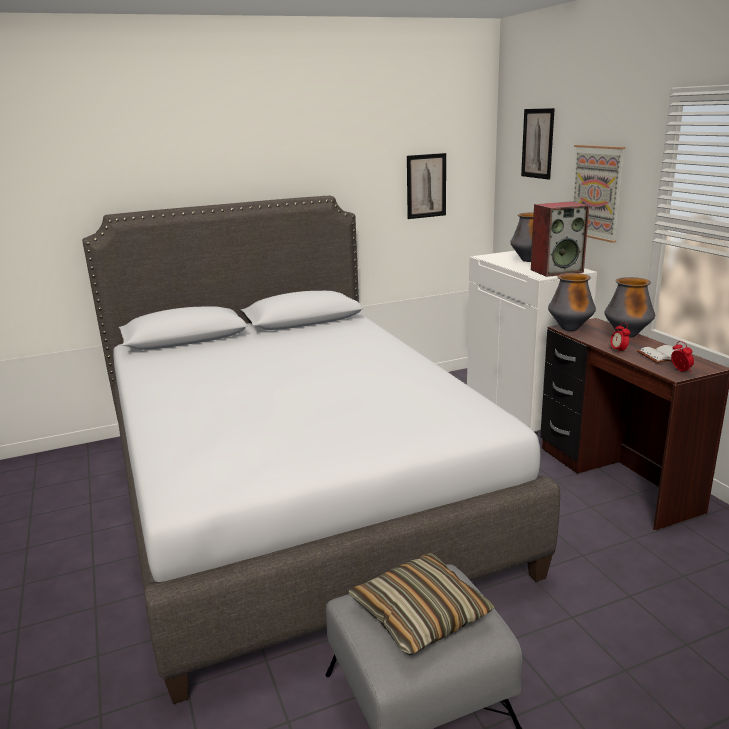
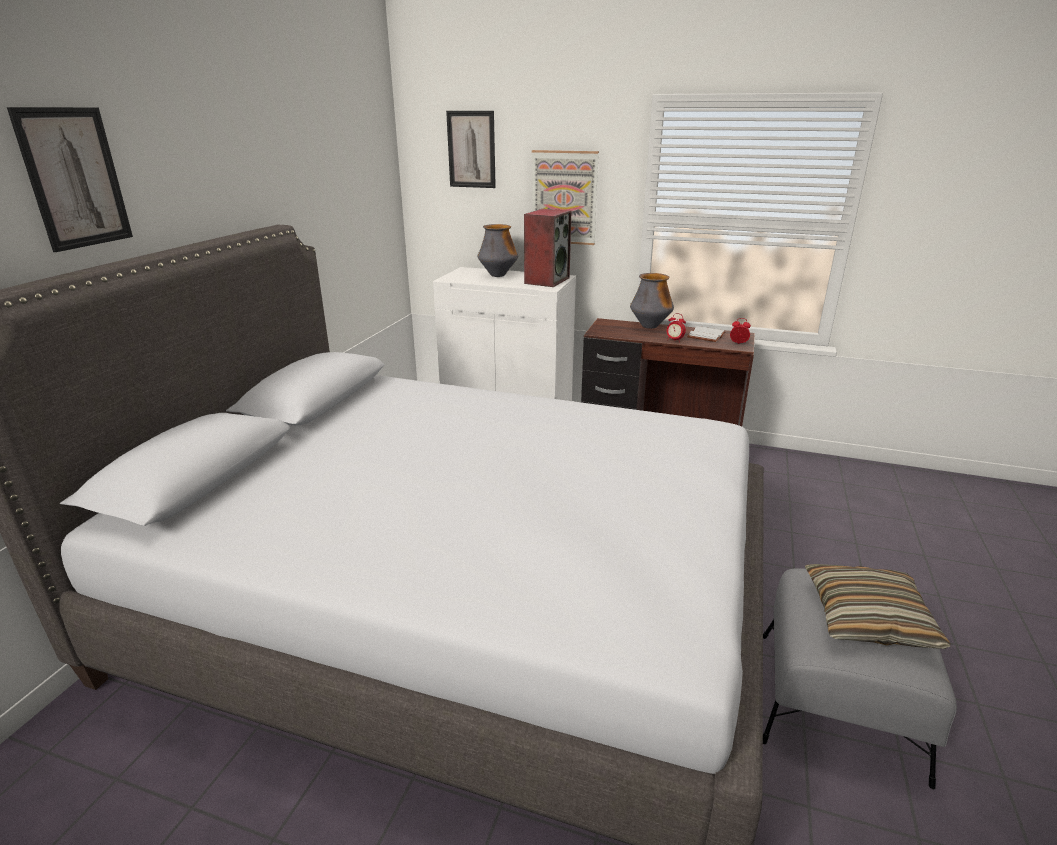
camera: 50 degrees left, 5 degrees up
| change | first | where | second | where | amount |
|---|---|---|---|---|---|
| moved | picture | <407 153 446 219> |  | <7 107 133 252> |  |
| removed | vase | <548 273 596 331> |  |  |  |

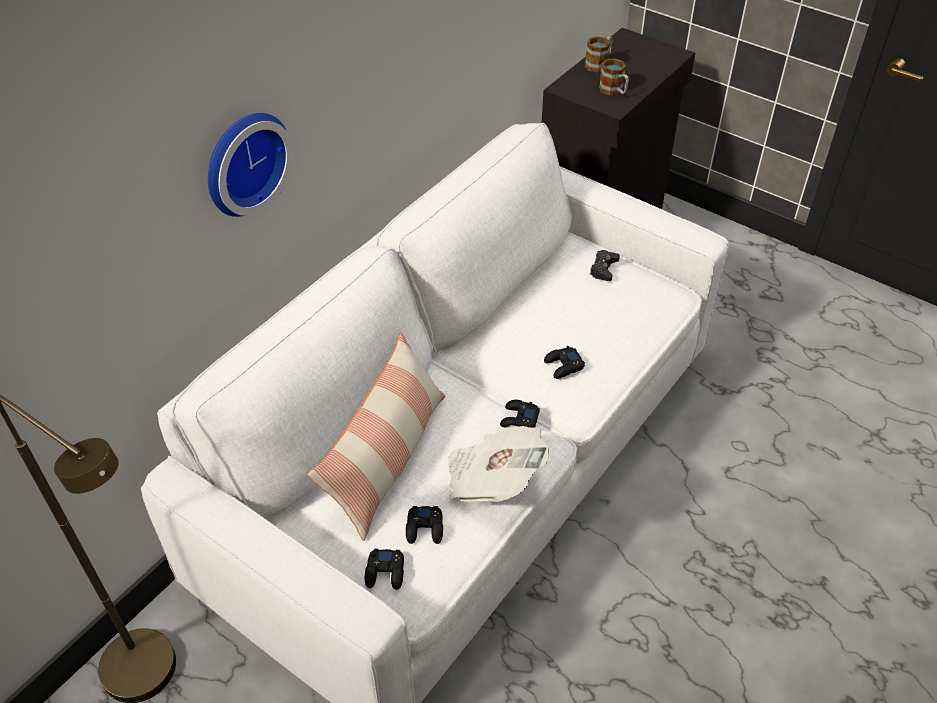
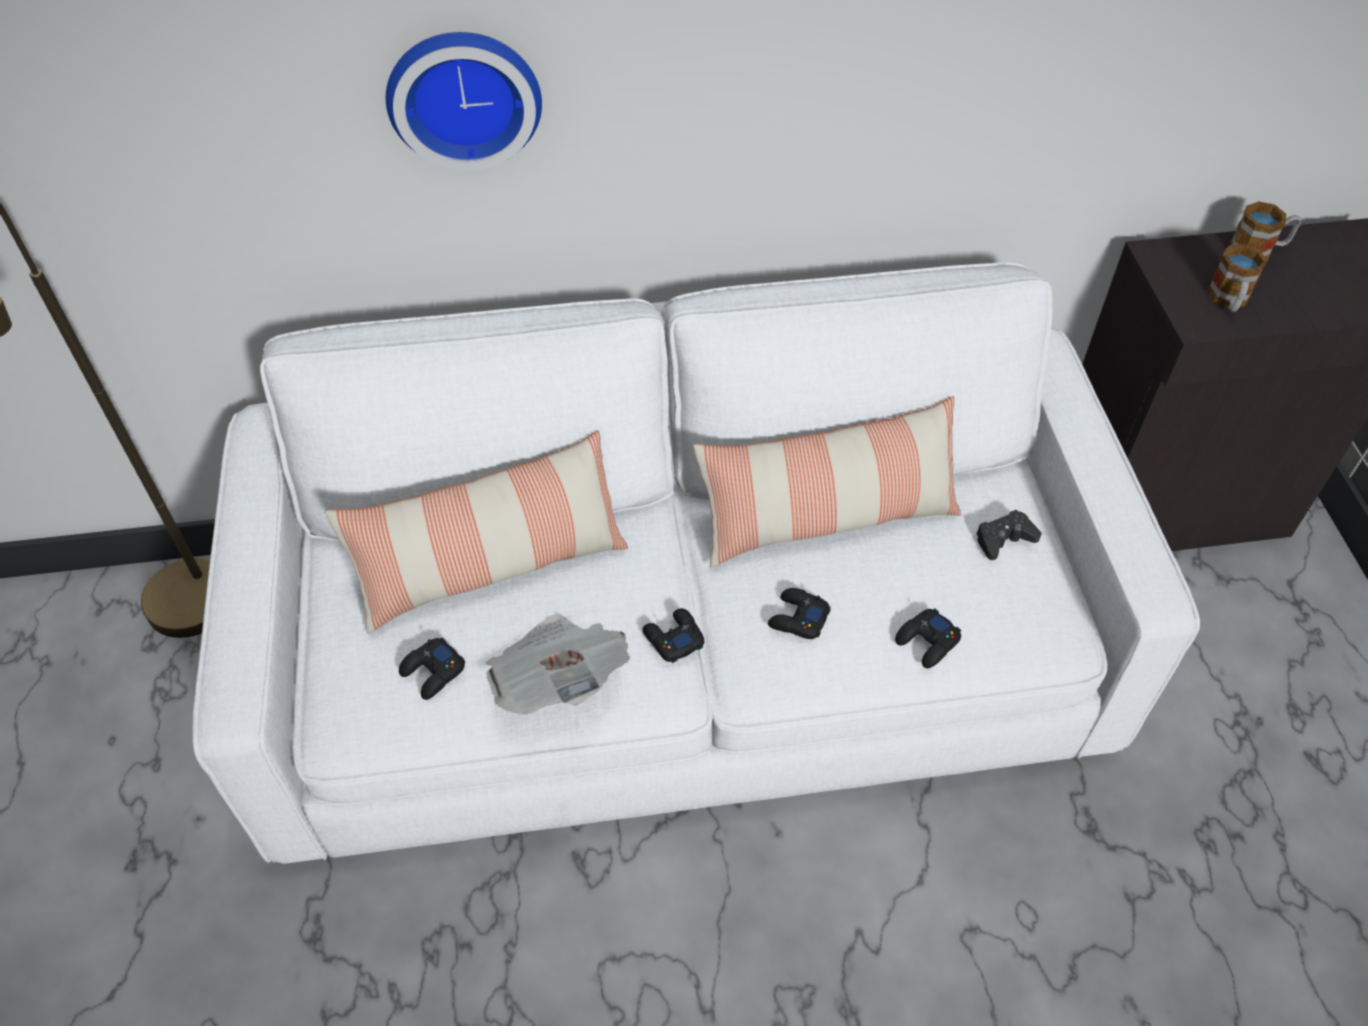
camera: 45 degrees right, 5 degrees up
| change | first | where | second | where | amount |
|---|---|---|---|---|---|
| moved | black game controller | <365 549 404 590> |  | <895 608 961 668> |  |
| added |  |  | pillow | <693 396 961 568> |  |

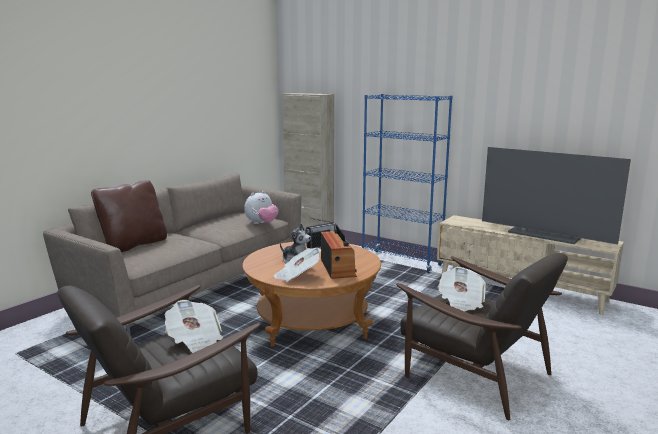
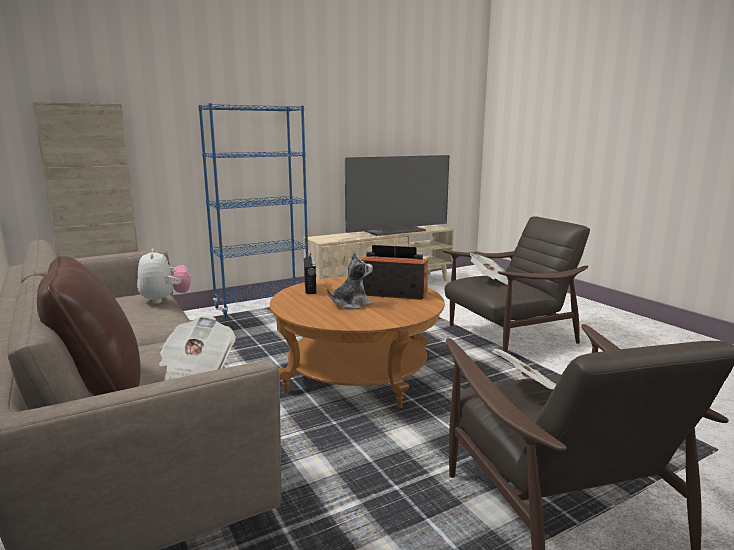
camera: 65 degrees left, 0 degrees up
| change | first | where | second | where | amount |
|---|---|---|---|---|---|
| moved | newspaper | <274 248 321 282> |  | <159 316 235 381> |  |

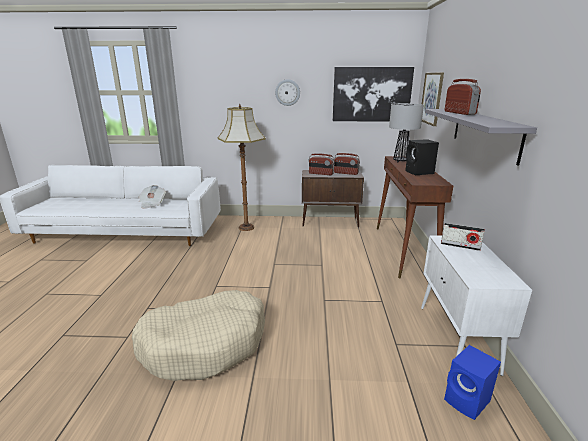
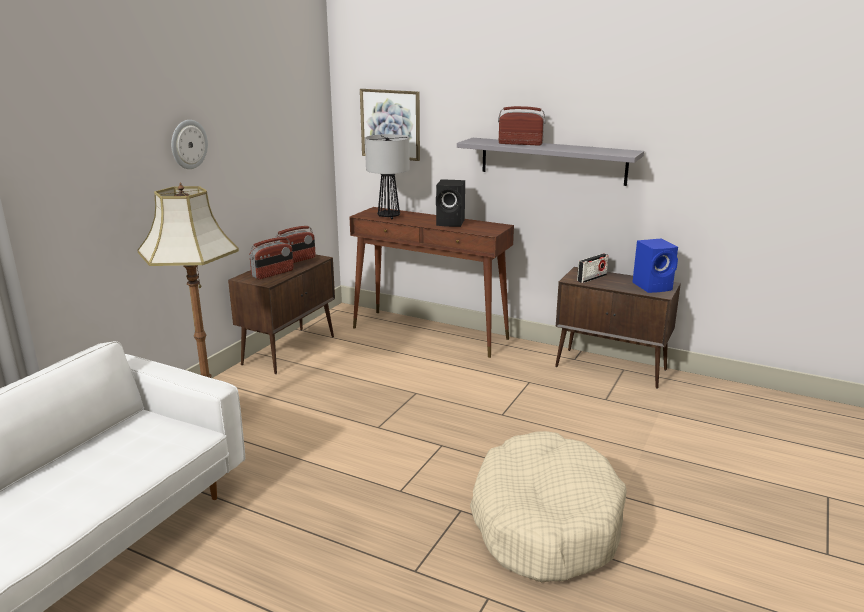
camera: 65 degrees left, 0 degrees up
| change | first | where | second | where | amount |
|---|---|---|---|---|---|
| removed | picture | <333 67 414 122> |  |  |  |
| removed | newspaper | <138 185 166 209> |  |  |  |
| recoloured | white cabinet | <421 235 532 376> | brown cabinet | <555 267 681 389> |  |
| moved | blue speaker | <444 345 501 420> |  | <632 238 678 293> |  |

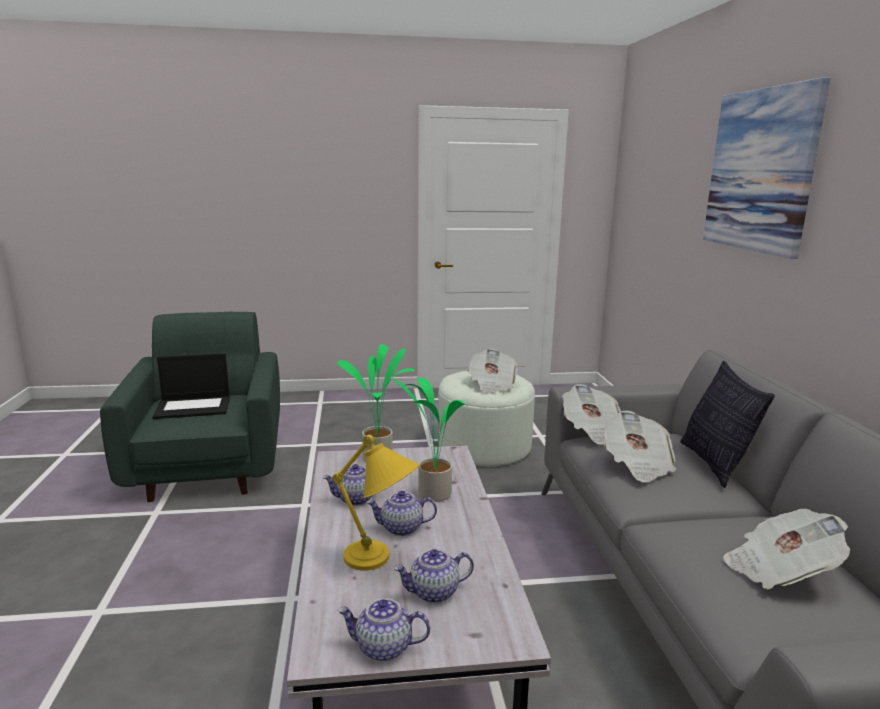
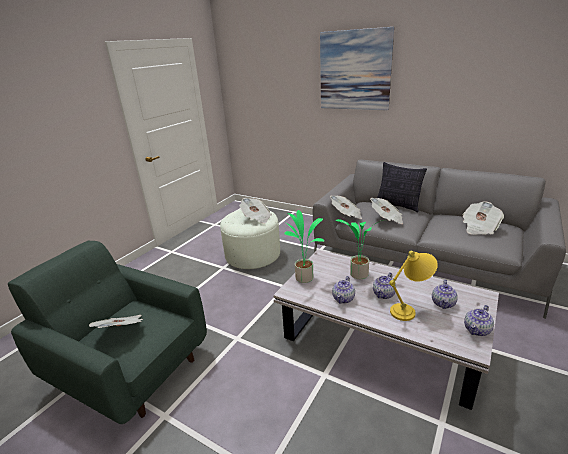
camera: 50 degrees left, 10 degrees up
| change | first | where | second | where | amount |
|---|---|---|---|---|---|
| replaced | laptop | <153 353 230 419> | newspaper | <89 315 143 328> |  |

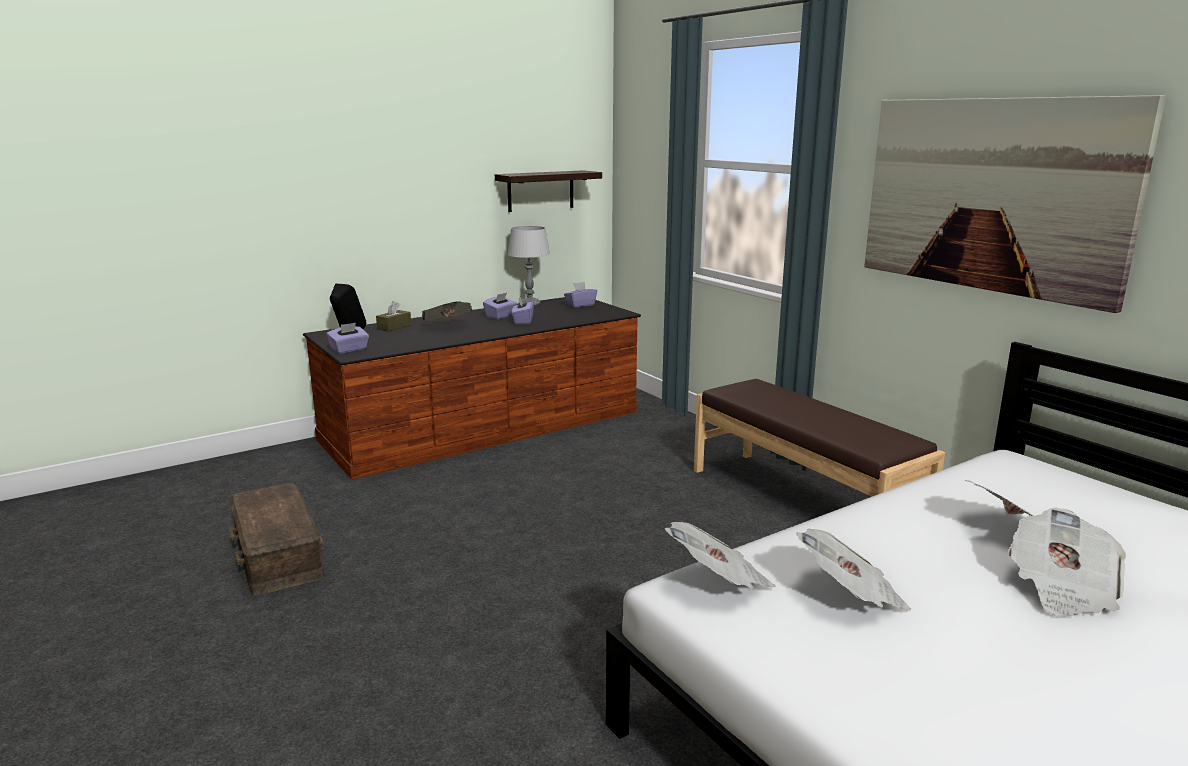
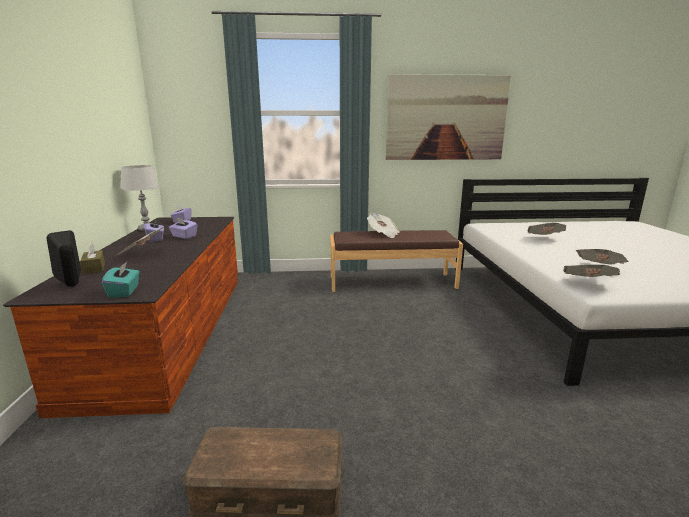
camera: 60 degrees left, 0 degrees up
| change | first | where | second | where | amount |
|---|---|---|---|---|---|
| removed | shelf | <495 170 602 212> |  |  |  |
| recoloured | purple tissue box | <326 323 369 354> | turquoise tissue box | <102 262 140 298> |  |
| moved | newspaper | <1008 508 1126 617> |  | <367 213 400 238> |  |

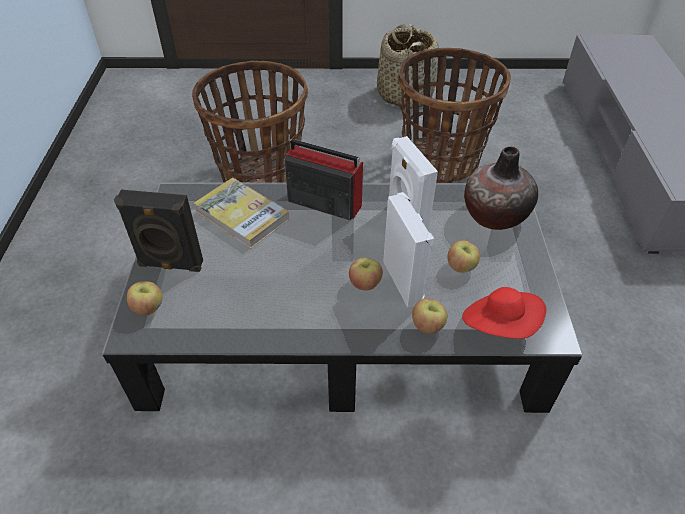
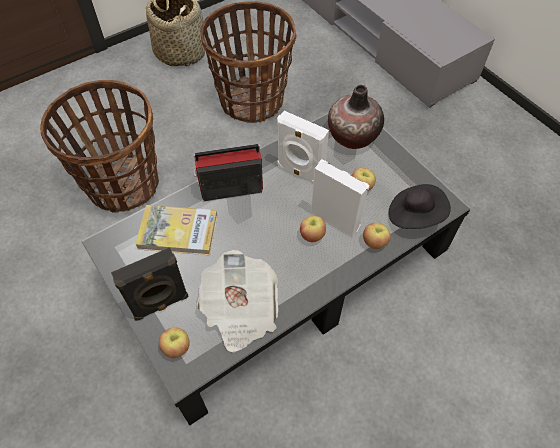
camera: 35 degrees left, 10 degrees up
| change | first | where | second | where | amount |
|---|---|---|---|---|---|
| recoloured | red hat | <462 287 546 339> | black hat | <389 184 451 229> |  |
| added |  |  | newspaper | <197 250 278 353> |  |

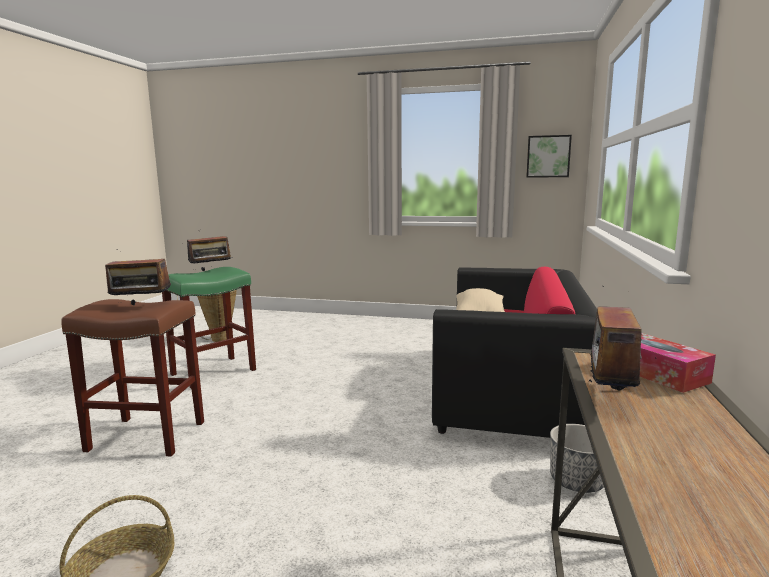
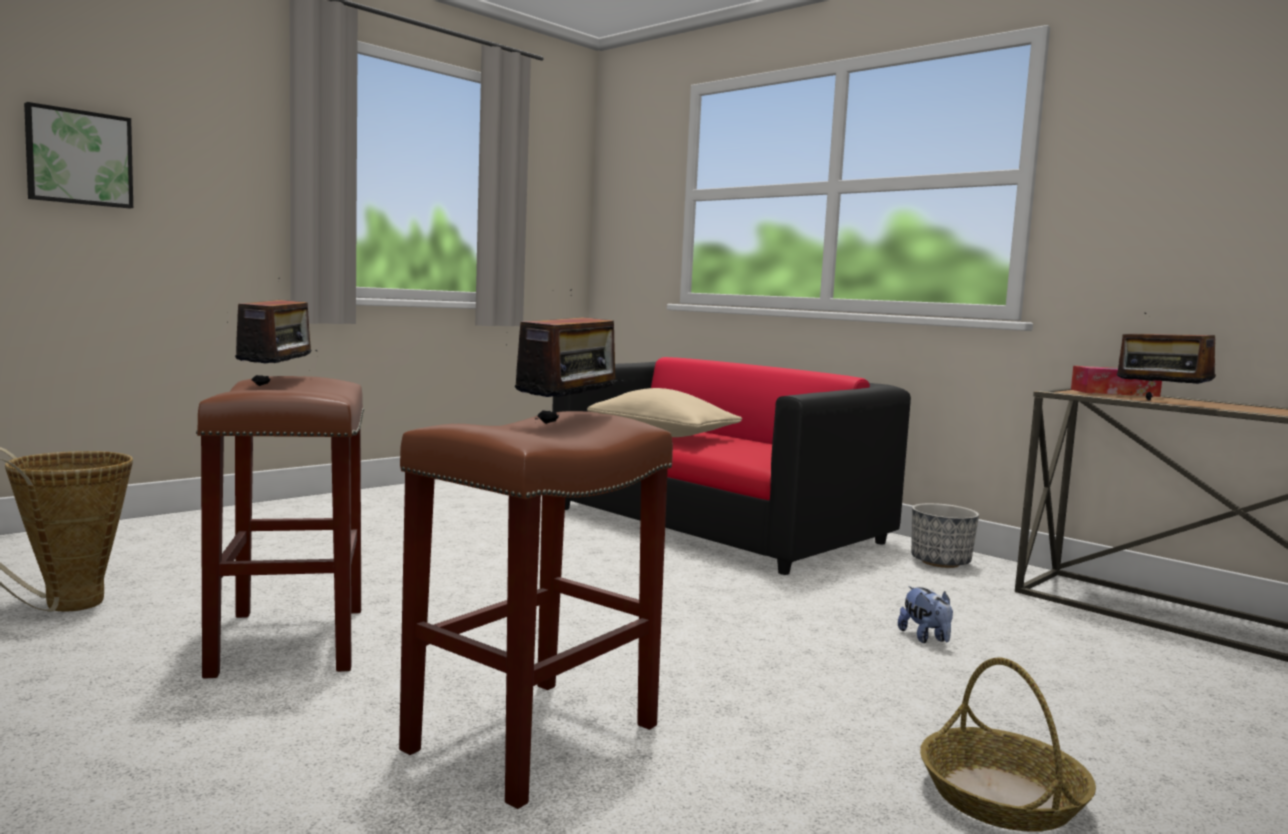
camera: 60 degrees left, 5 degrees down
| change | first | where | second | where | amount |
|---|---|---|---|---|---|
| moved | picture | <526 135 572 178> |  | <24 102 133 208> |  |
| recoloured | green stool | <162 267 256 388> | brown stool | <196 376 364 679> |  |
| added |  |  | plush toy | <898 586 953 643> |  |

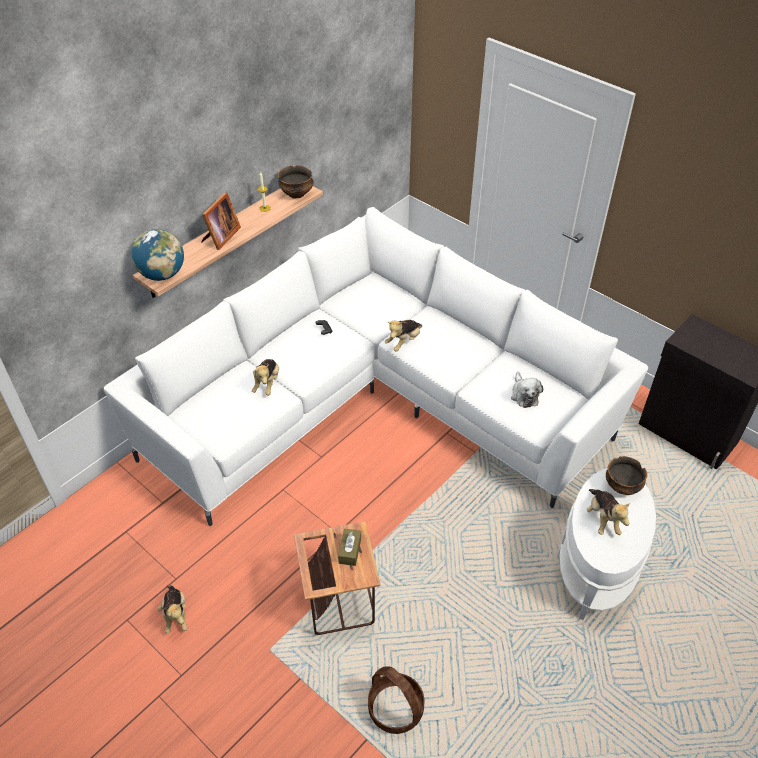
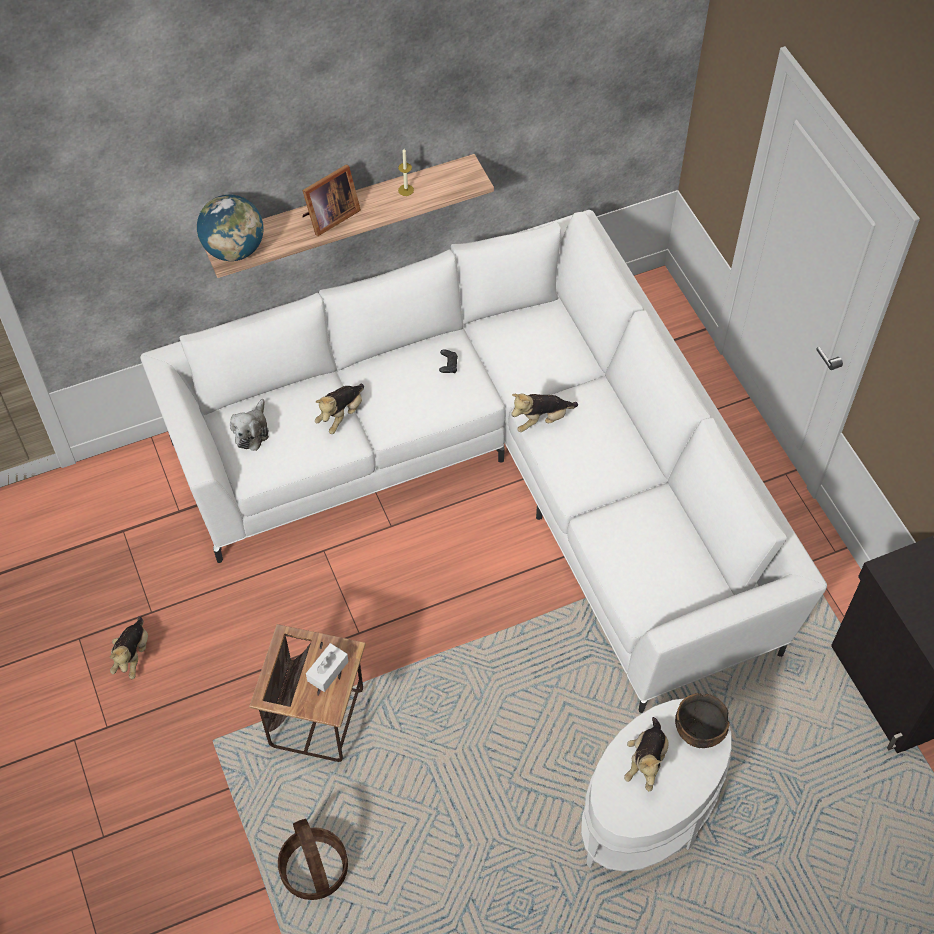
camera: 25 degrees right, 10 degrees up
| change | first | where | second | where | amount |
|---|---|---|---|---|---|
| removed | bowl | <278 165 313 199> |  |  |  |
| moved | plush toy | <511 372 543 408> |  | <230 399 269 451> |  |
| recoloured | brown tissue box | <338 529 361 566> | white tissue box | <306 643 349 692> |  |

